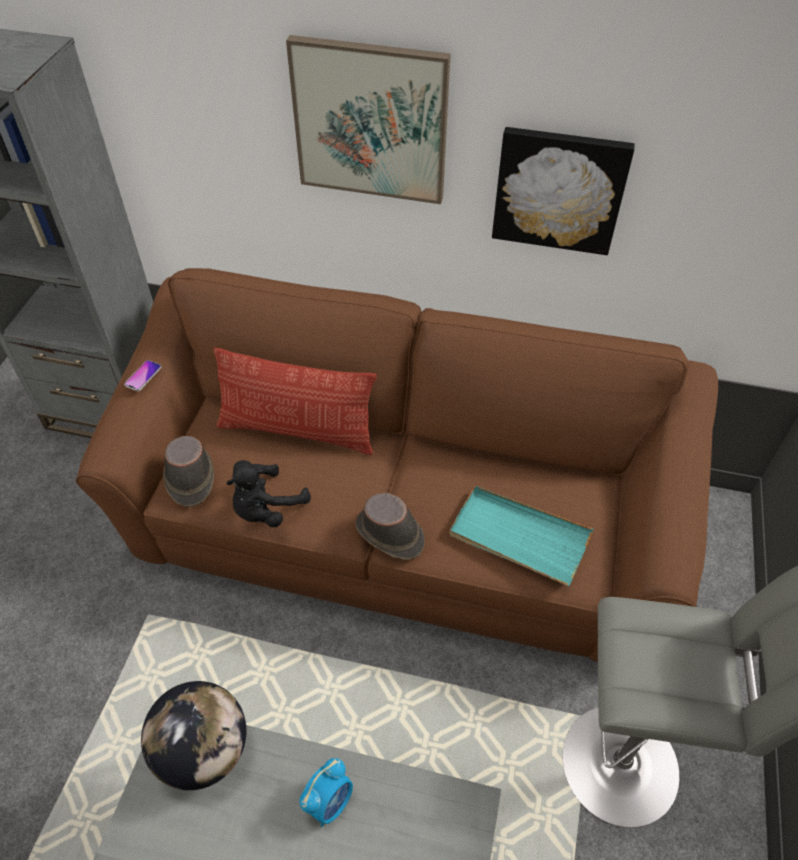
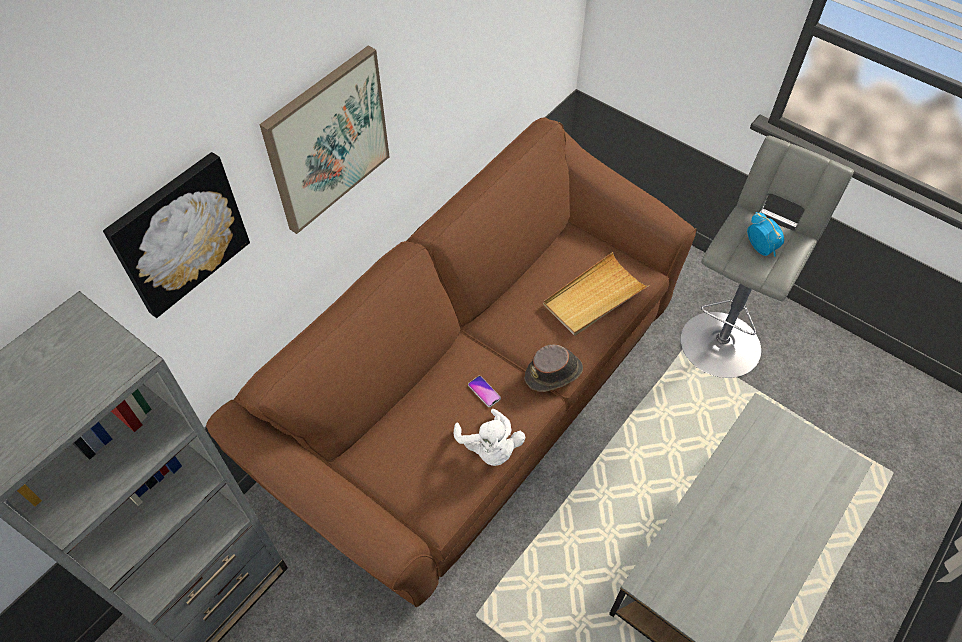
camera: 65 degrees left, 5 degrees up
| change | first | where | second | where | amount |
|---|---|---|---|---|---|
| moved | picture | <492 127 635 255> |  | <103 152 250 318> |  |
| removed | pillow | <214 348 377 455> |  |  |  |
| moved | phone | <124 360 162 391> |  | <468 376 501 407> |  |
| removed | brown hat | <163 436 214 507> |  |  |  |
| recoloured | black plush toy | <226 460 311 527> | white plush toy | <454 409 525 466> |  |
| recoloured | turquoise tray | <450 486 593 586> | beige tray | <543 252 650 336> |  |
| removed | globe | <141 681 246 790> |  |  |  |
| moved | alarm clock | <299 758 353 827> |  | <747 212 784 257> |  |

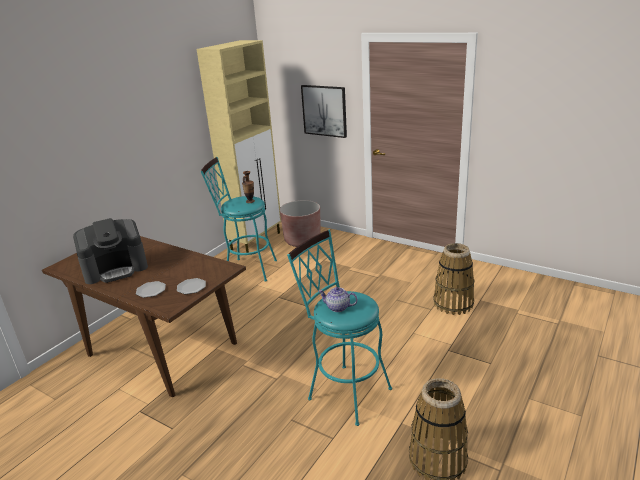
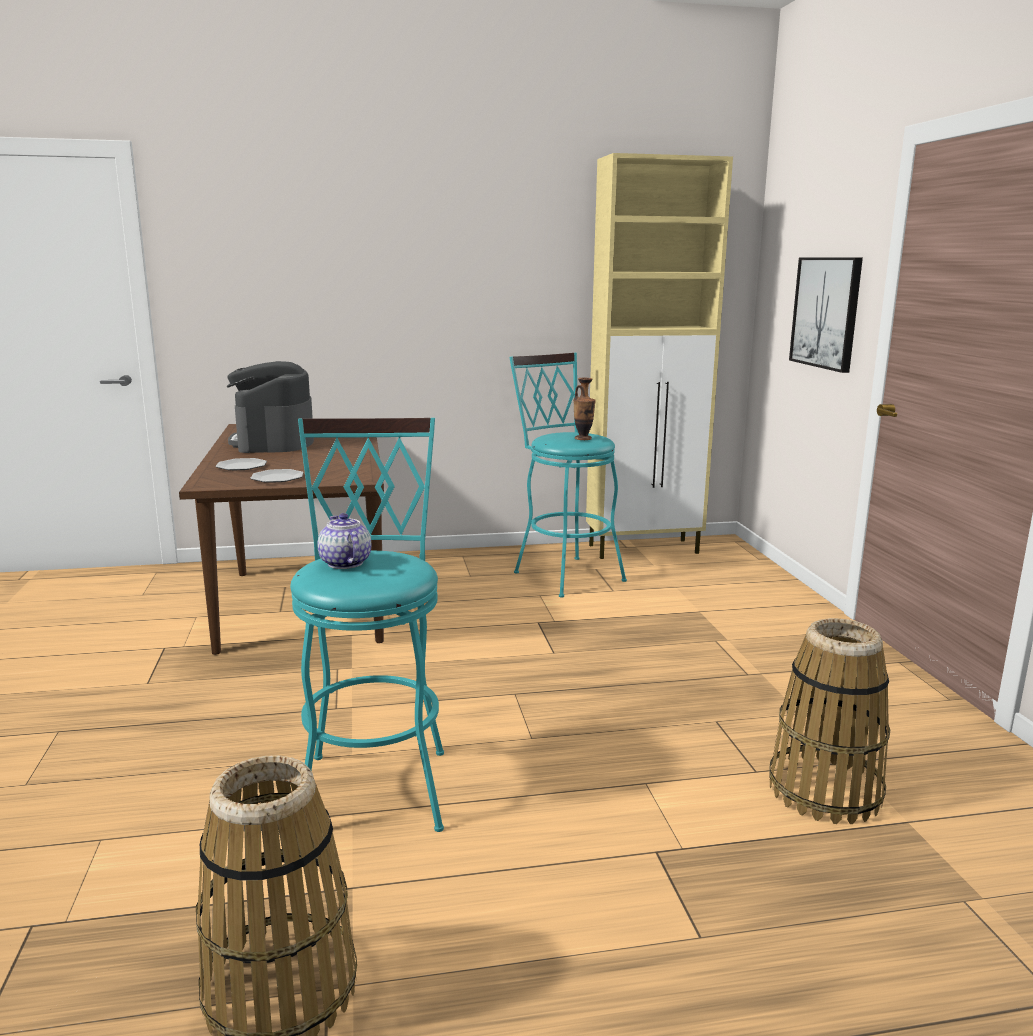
camera: 45 degrees right, 10 degrees down
| change | first | where | second | where | amount |
|---|---|---|---|---|---|
| removed | brown planter | <280 200 321 247> |  |  |  |
| turned | coffee machine | <73 218 148 284> |  | <227 361 314 453> | 60 degrees clockwise |

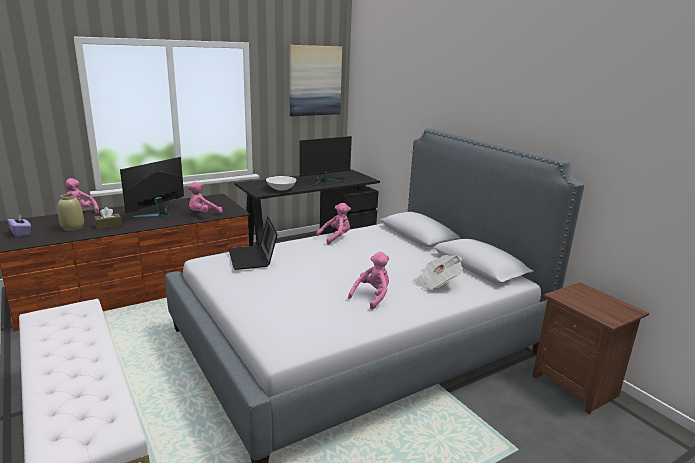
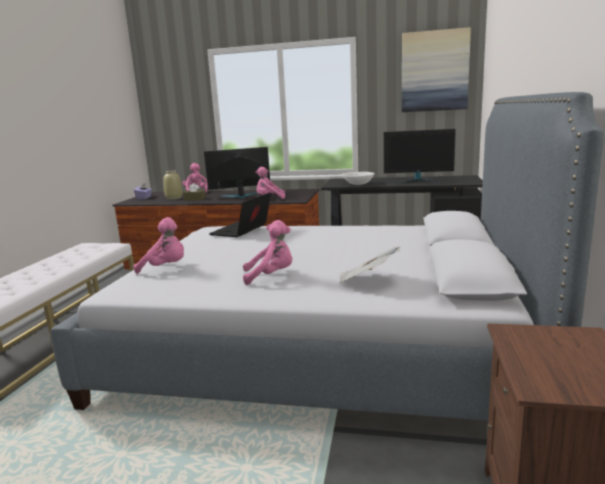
camera: 45 degrees right, 5 degrees down
| change | first | where | second | where | amount |
|---|---|---|---|---|---|
| moved | pink plush toy | <316 203 351 245> |  | <133 217 184 274> |  |

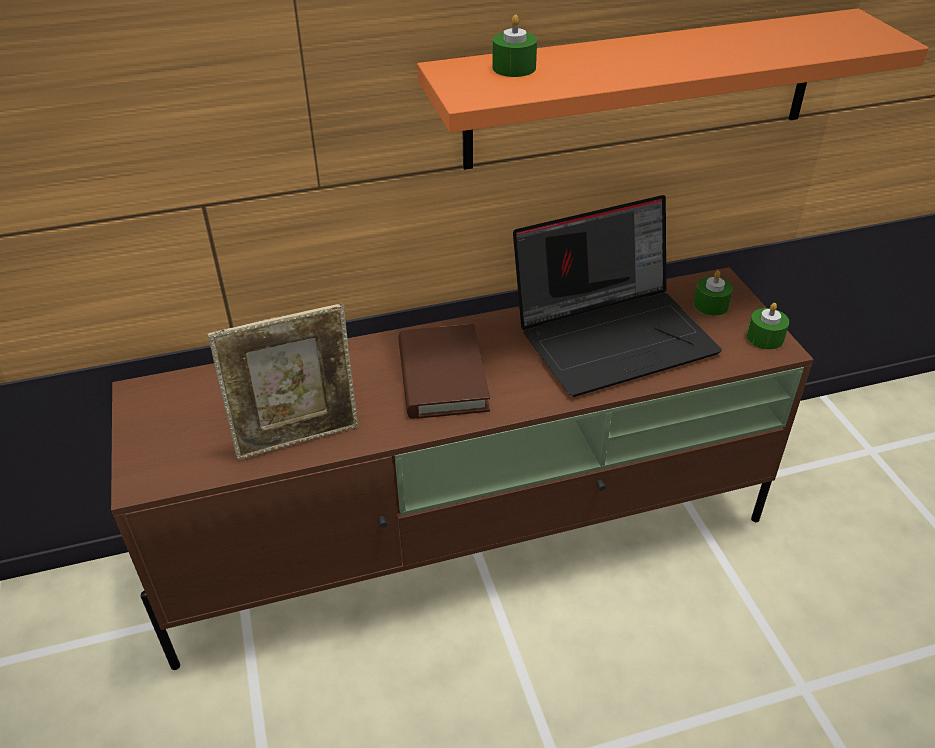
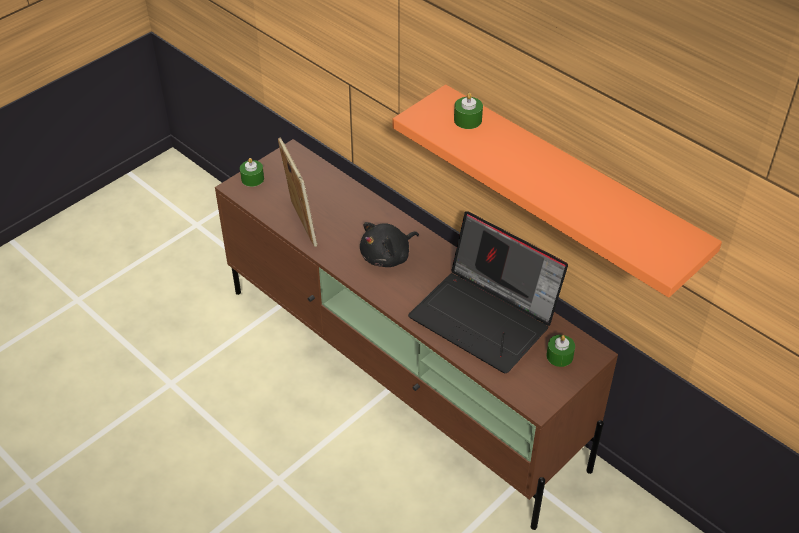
camera: 60 degrees right, 5 degrees up
| change | first | where | second | where | amount |
|---|---|---|---|---|---|
| turned | picture frame | <207 303 359 460> |  | <278 138 317 247> | 150 degrees counterclockwise |
| moved | green candle | <747 303 789 350> |  | <240 158 264 187> |  |
| replaced | brown book | <399 324 490 419> | black plush toy | <360 222 419 267> |  |

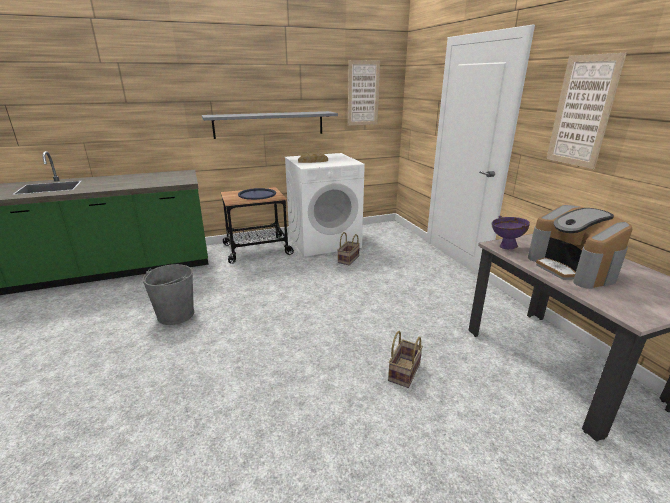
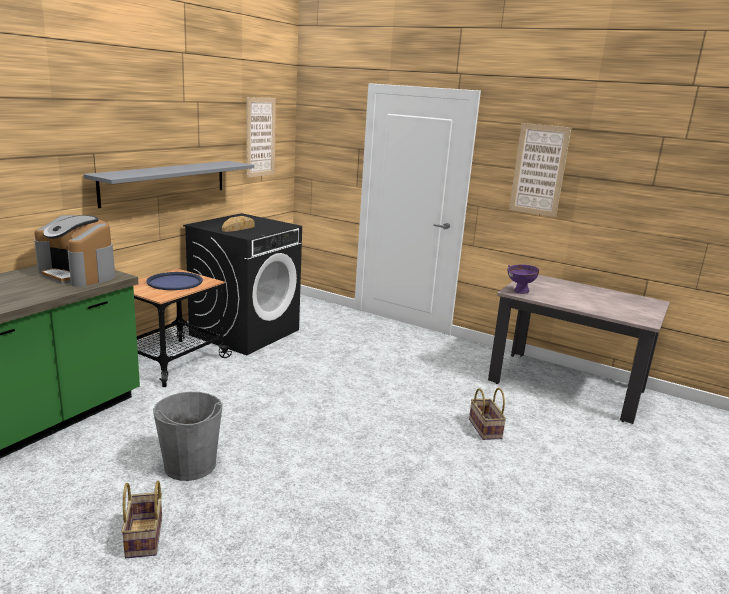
camera: 40 degrees left, 5 degrees down
| change | first | where | second | where | amount |
|---|---|---|---|---|---|
| recoloured | white washing machine | <285 153 365 257> | black washing machine | <183 213 302 355> |  |
| moved | coffee machine | <528 205 632 289> |  | <34 215 115 287> |  |
| moved | basket | <337 232 360 265> |  | <121 481 162 558> |  |

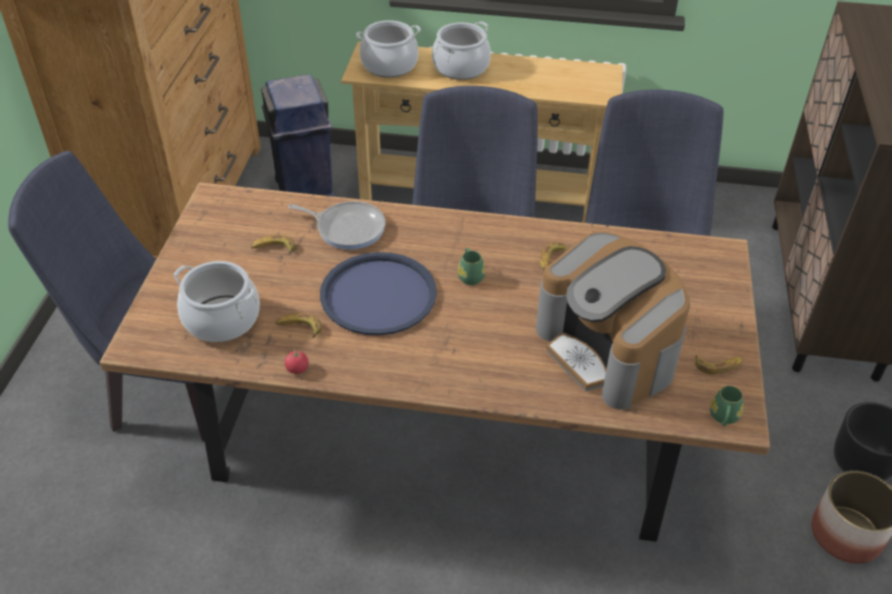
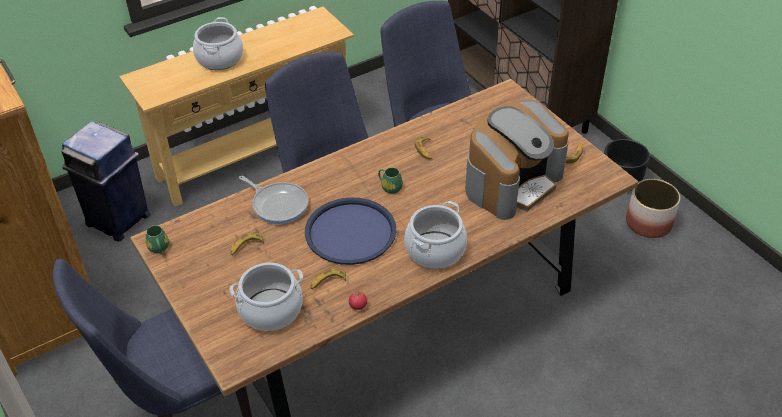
camera: 40 degrees left, 0 degrees up
| change | first | where | second | where | amount |
|---|---|---|---|---|---|
| moved | cooking pot | <356 20 421 77> |  | <404 201 467 269> |  |
| turned | frying pan | <288 201 386 250> |  | <239 176 308 224> | 60 degrees clockwise |
| turned | coffee machine | <536 232 690 410> |  | <465 99 569 220> | 60 degrees counterclockwise |
| moved | green mug | <710 386 743 426> |  | <146 225 169 253> |  |

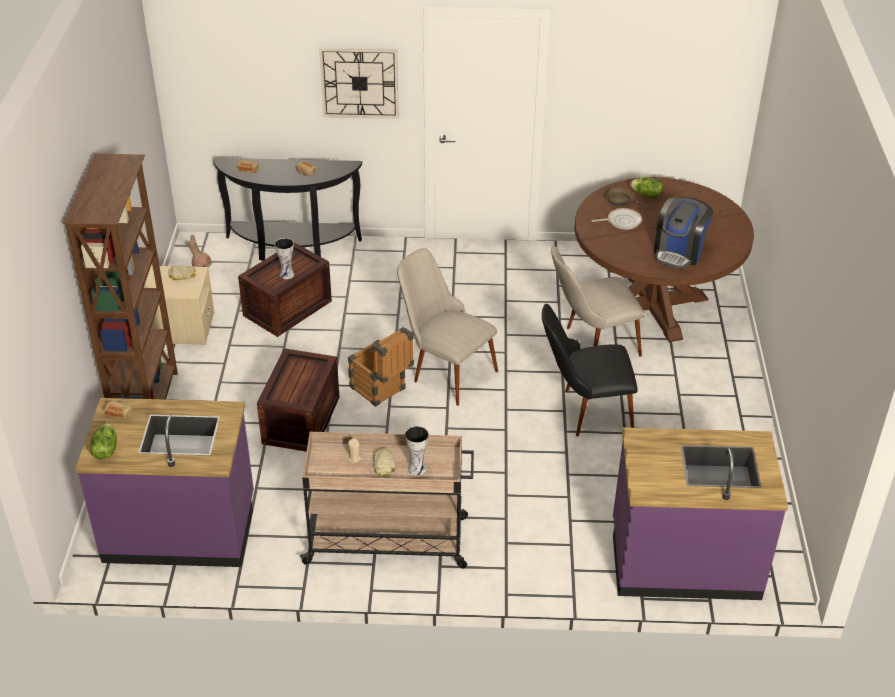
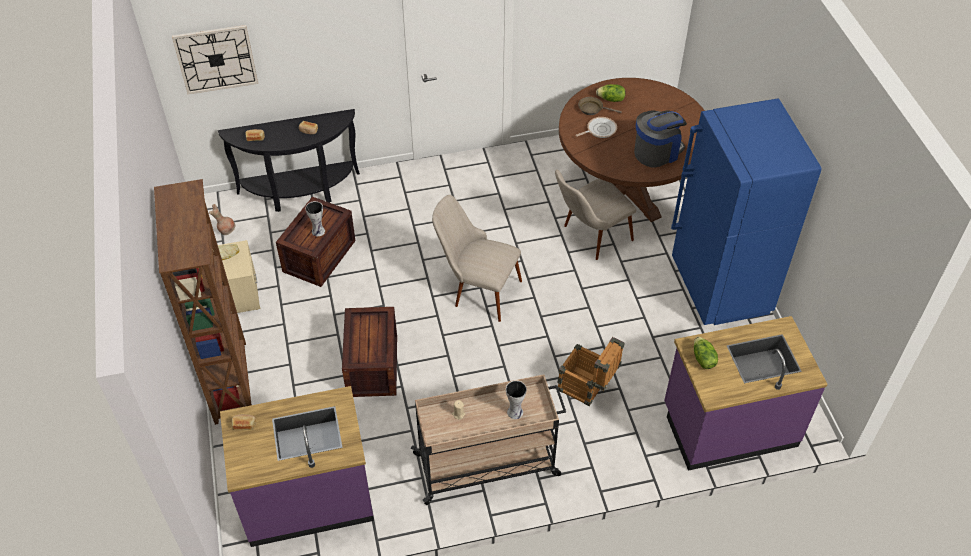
camera: 15 degrees left, 10 degrees up
| change | first | where | second | where | amount |
|---|---|---|---|---|---|
| moved | wall clock | <319 47 399 119> |  | <172 25 258 94> |  |
| turned | coffee machine | <654 197 713 269> |  | <634 110 687 167> | 135 degrees counterclockwise |
| removed | black chair | <542 304 637 436> |  |  |  |
| moved | crate | <348 327 414 407> |  | <558 337 625 406> |  |
| moved | lettuce | <90 423 117 460> |  | <694 337 718 369> |  |
| removed | bread | <373 448 396 476> |  |  |  |
| added |  |  | blue fridge | <671 98 821 325> |  |

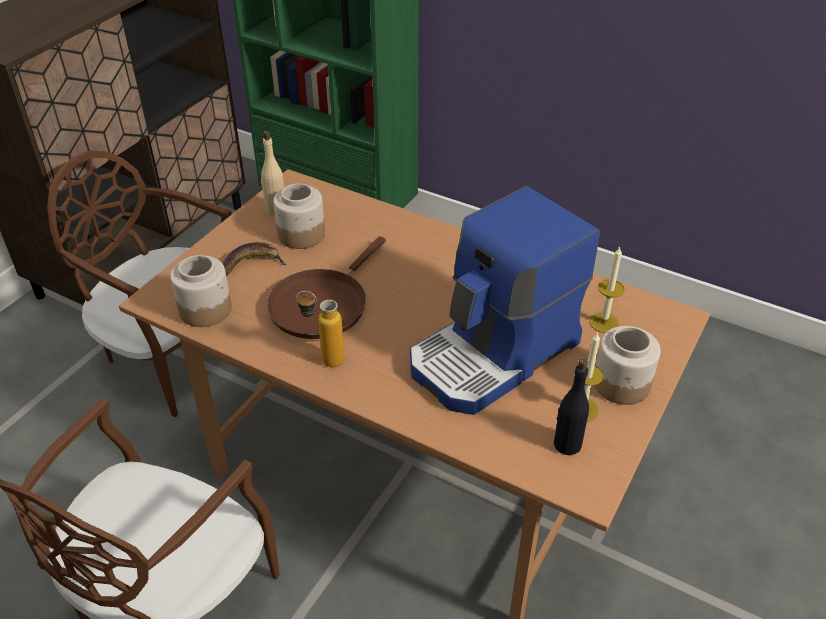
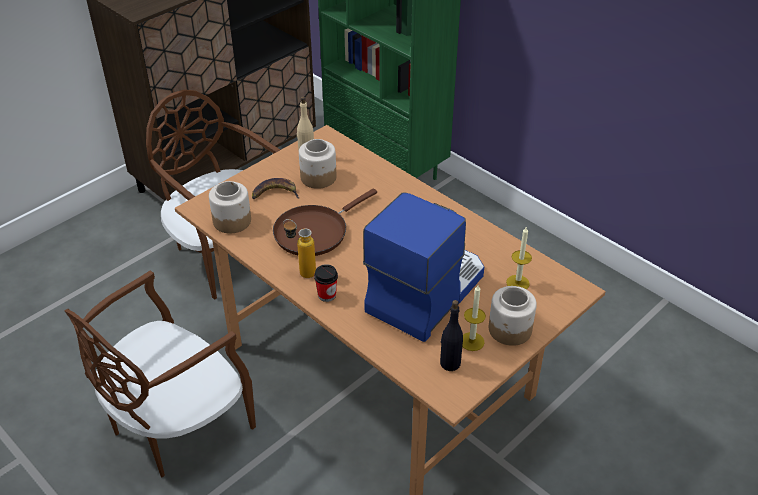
camera: 15 degrees right, 0 degrees up
| change | first | where | second | where | amount |
|---|---|---|---|---|---|
| turned | coffee machine | <410 186 600 415> |  | <363 193 484 342> | 150 degrees clockwise |
| added |  |  | cup | <314 264 338 302> |  |

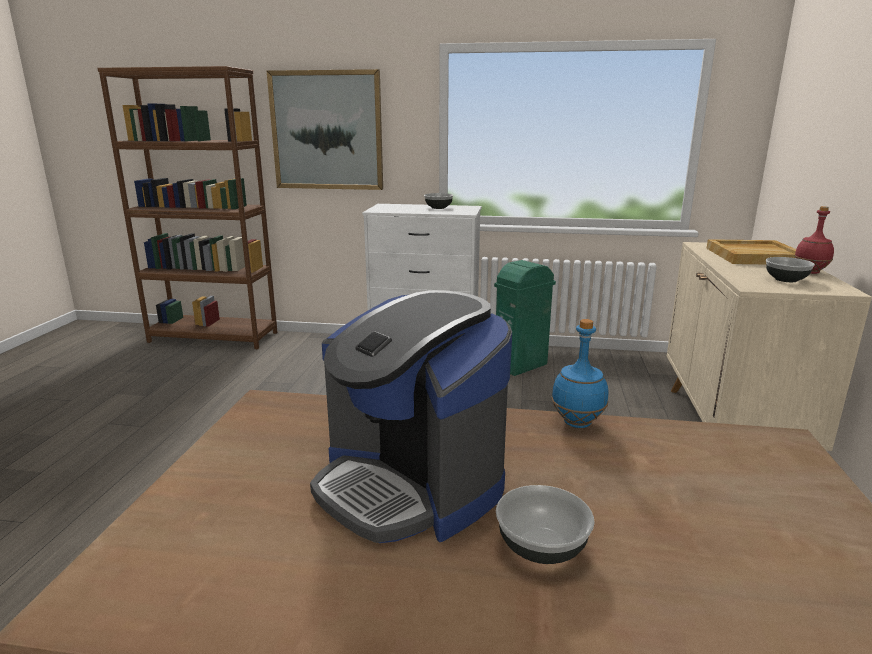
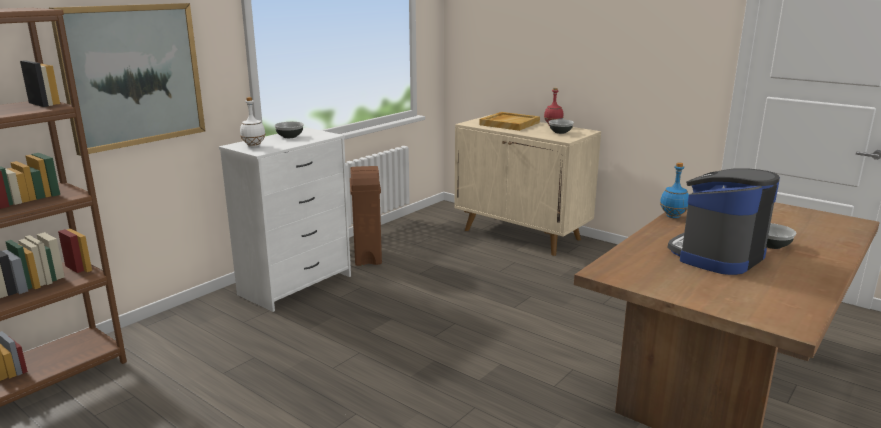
camera: 60 degrees left, 0 degrees up
| change | first | where | second | where | amount |
|---|---|---|---|---|---|
| recoloured | green trash can | <494 260 556 376> | brown trash can | <350 166 382 266> |  |
| turned | coffee machine | <310 290 512 543> |  | <668 169 780 275> | 150 degrees clockwise |
| added |  |  | white bottle | <240 97 266 147> |  |

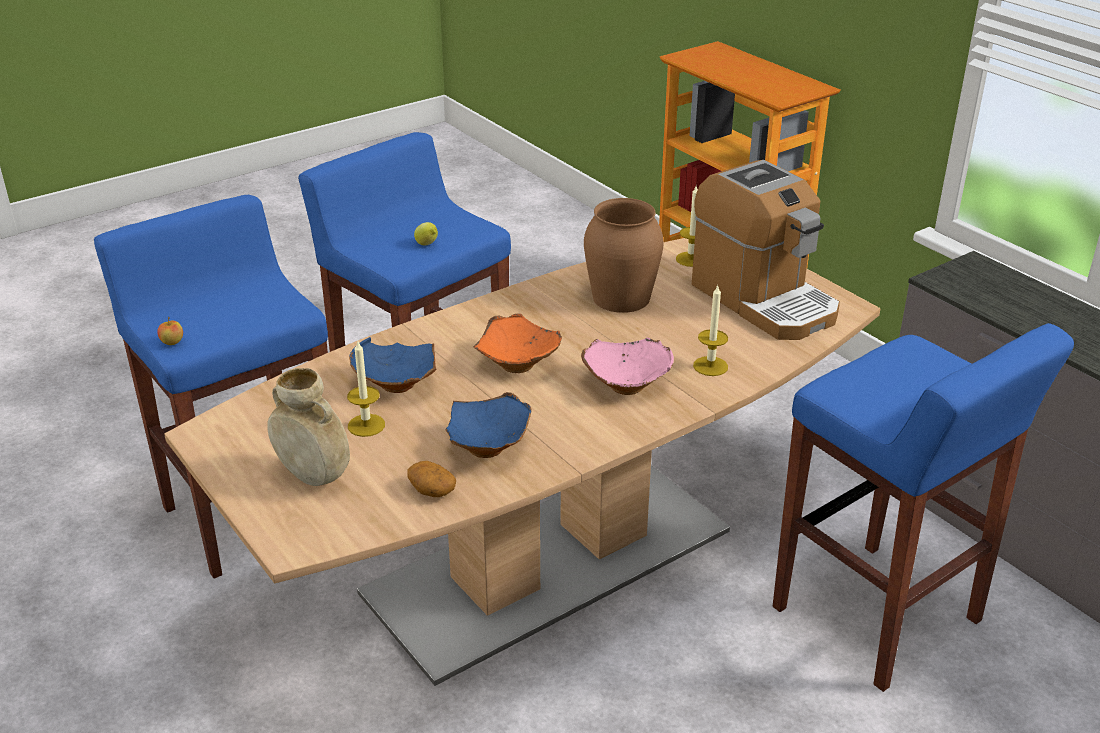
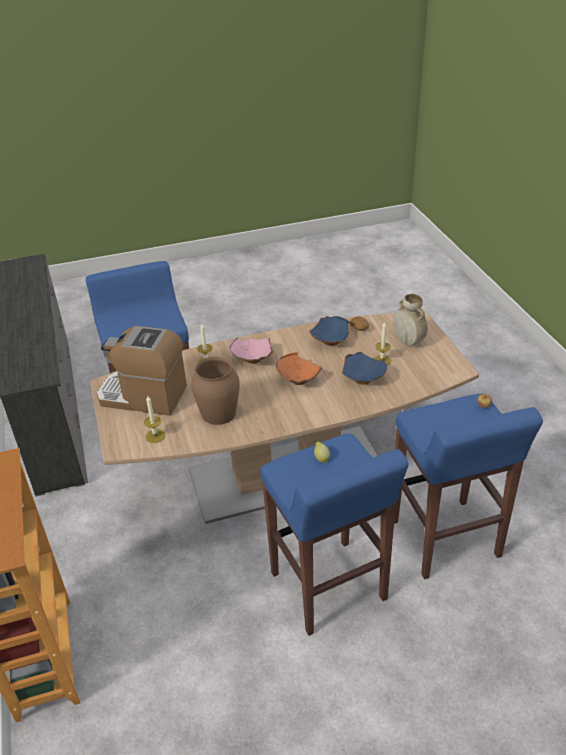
camera: 160 degrees left, 5 degrees up
| change | first | where | second | where | amount |
|---|---|---|---|---|---|
| turned | coffee machine | <692 160 840 340> |  | <97 326 187 416> | 60 degrees counterclockwise |

